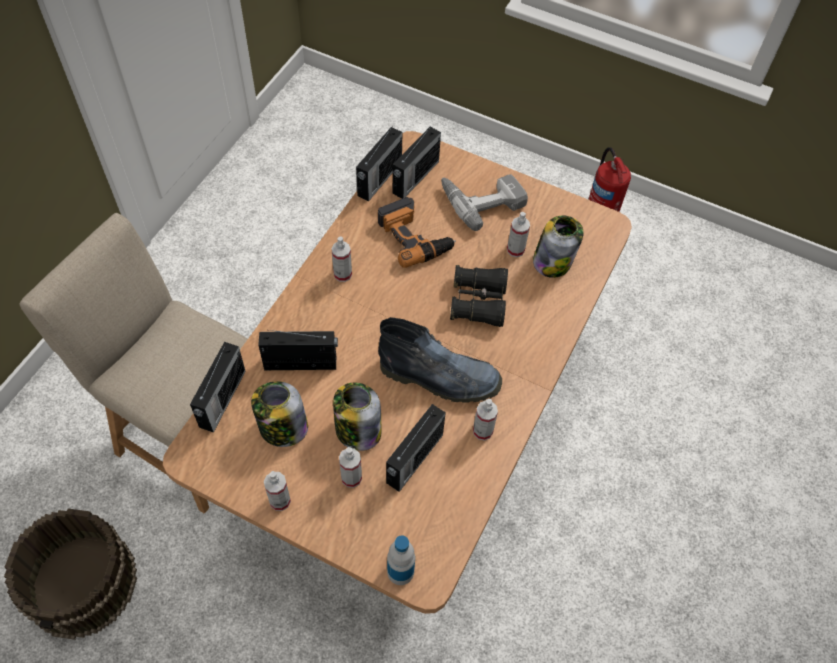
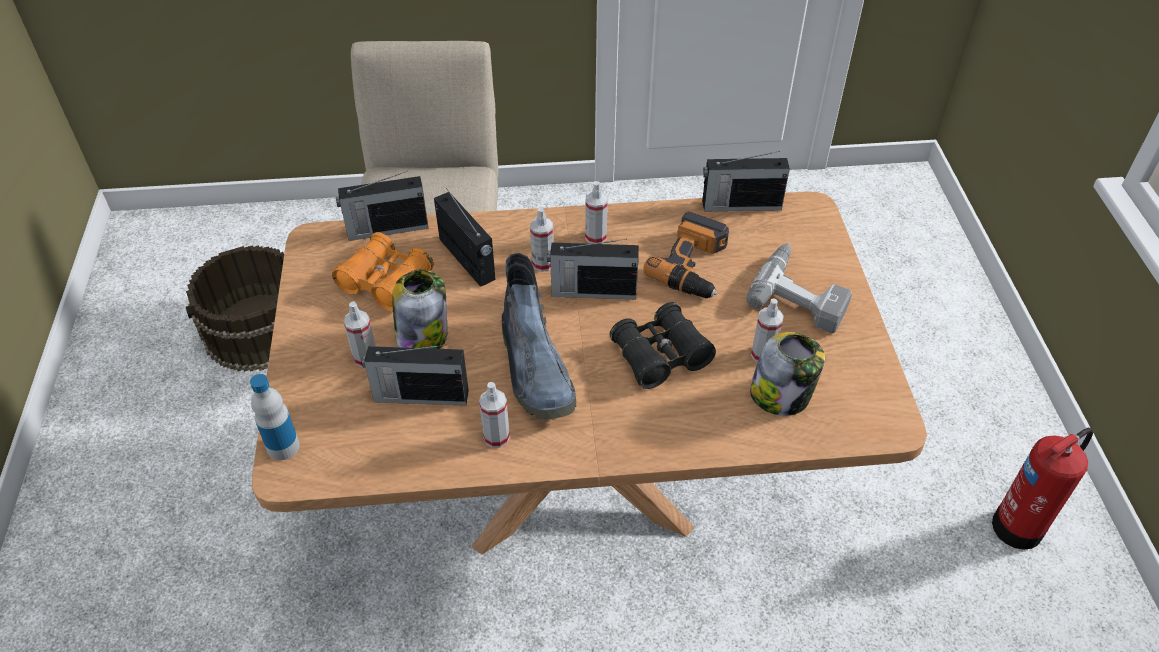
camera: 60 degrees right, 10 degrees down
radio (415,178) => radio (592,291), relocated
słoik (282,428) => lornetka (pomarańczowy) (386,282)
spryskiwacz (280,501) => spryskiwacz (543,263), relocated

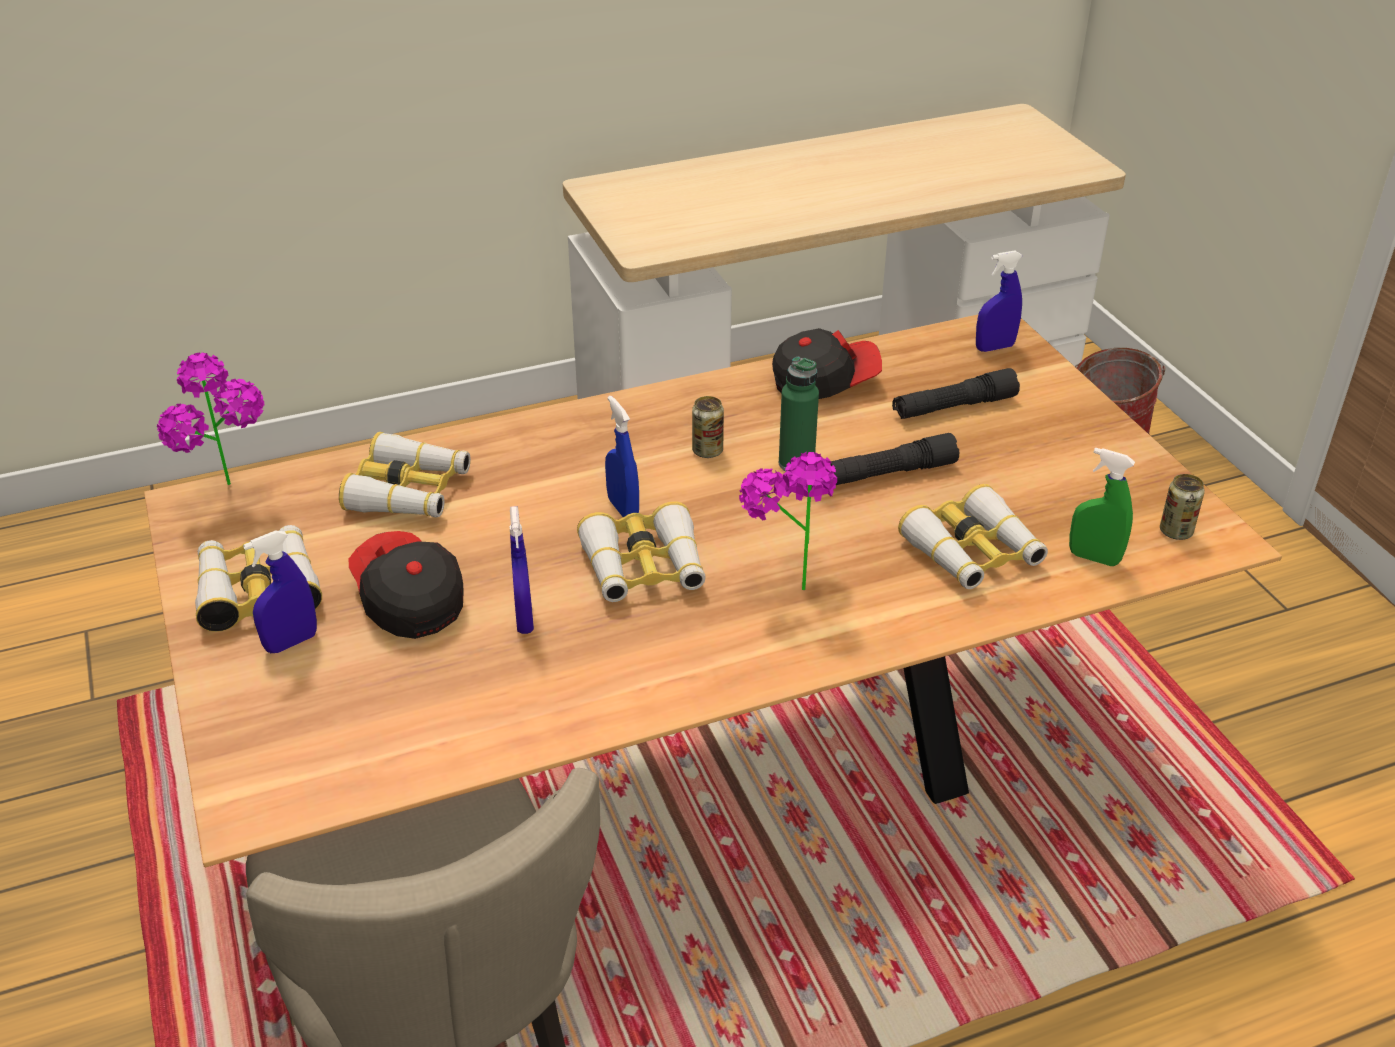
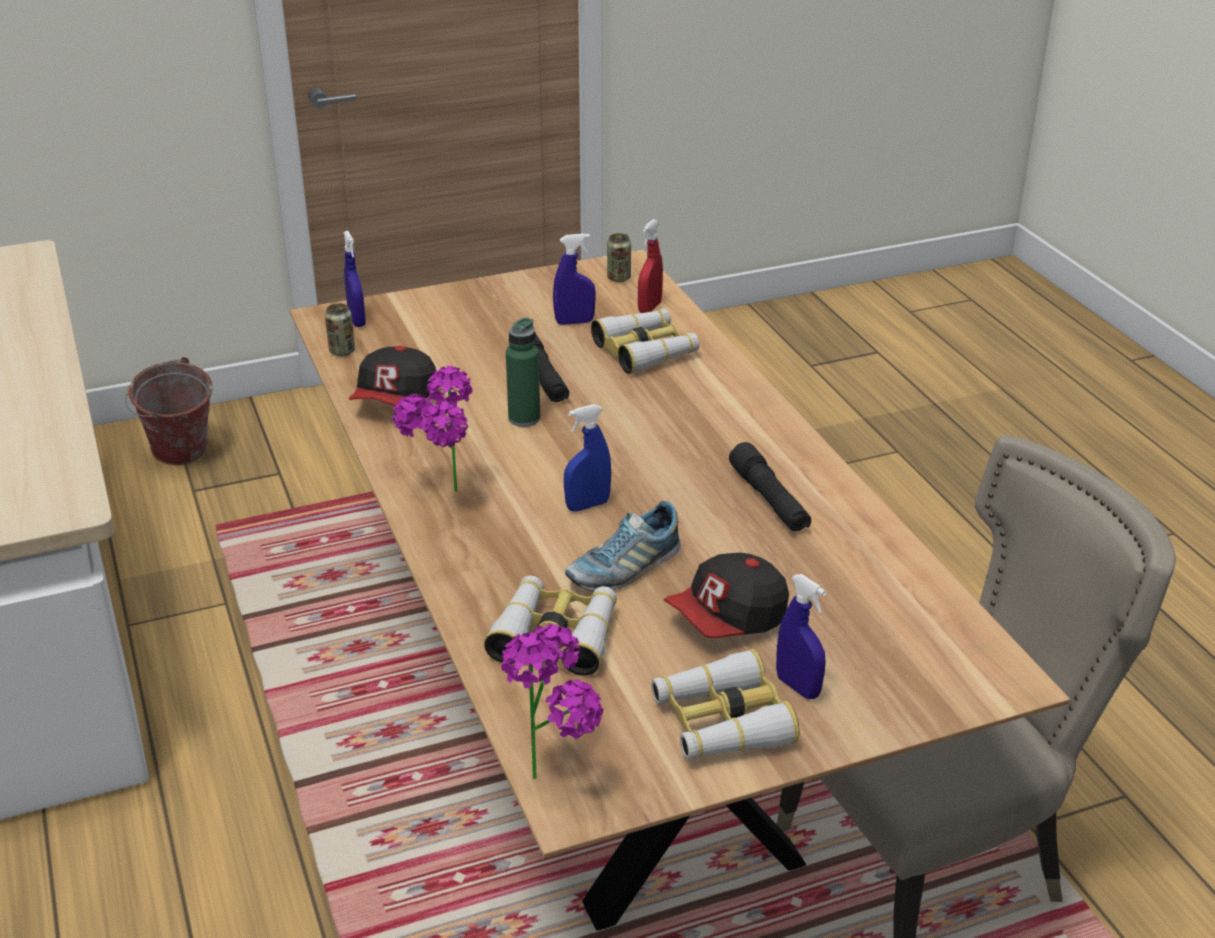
camera: 90 degrees left, 5 degrees down
czapka z daszkiem (824,382) => czapka z daszkiem (396,401), 150 degrees counterclockwise
latarka (czarny) (954,407) => latarka (czarny) (769,500), relocated
puszka (707,451) => puszka (342,351), relocated
spryskiwacz (zielony) (1094,558) => spryskiwacz (czerwony) (649,308)
roślina doniczkowa (787,580) => roślina doniczkowa (443,499), relocated
lornetka (644,568) => nothing
spryskiwacz (niebieski) (524,619) => spryskiwacz (niebieski) (574,322), relocated
nothing => but (624,568)

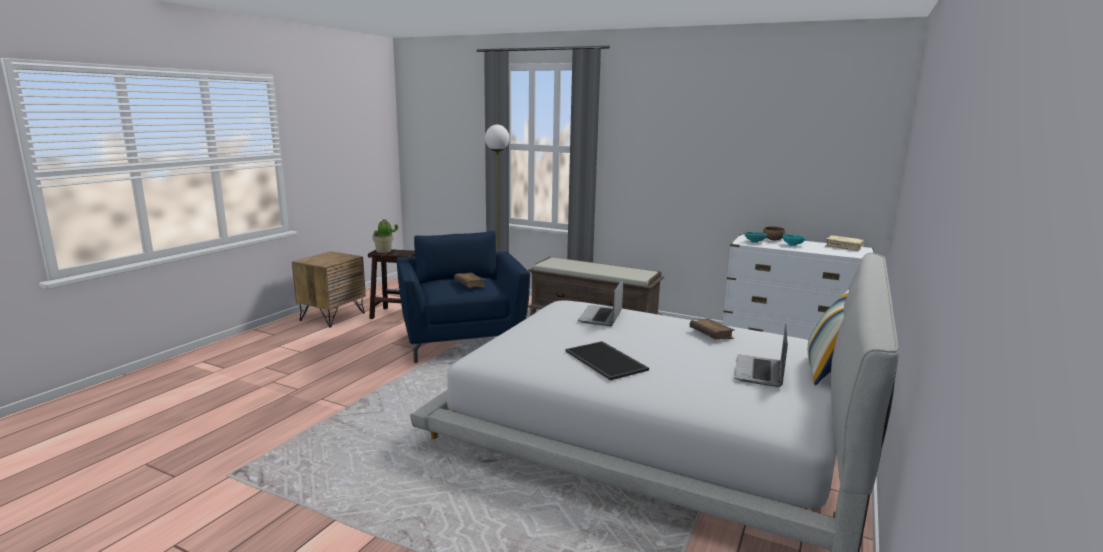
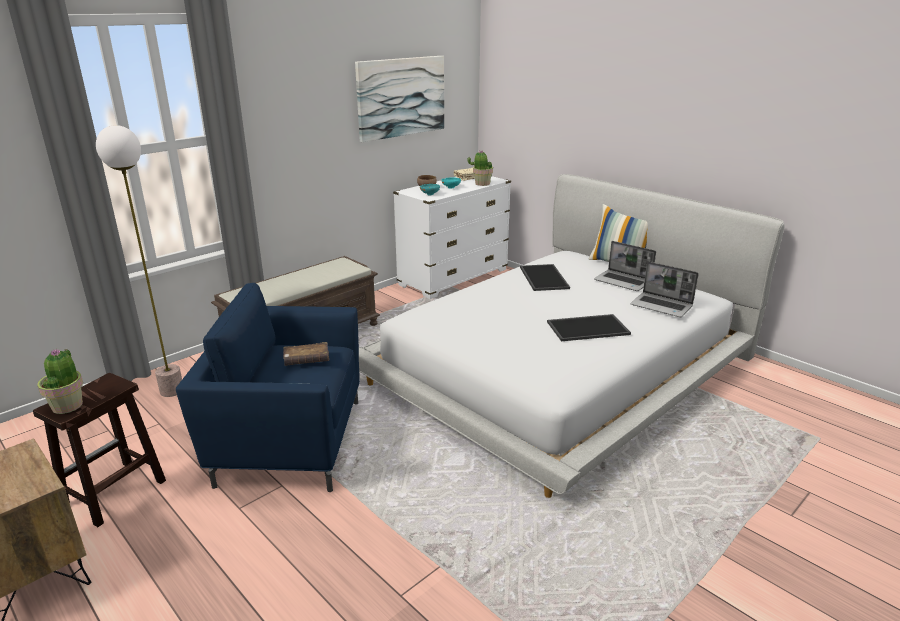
camera: 70 degrees left, 10 degrees up
laptop (601,317) => laptop (662,306), relocated
książka (brązowy) (711,334) => taca (542,277)
nothing => obraz (401,97)
nothing => roślina doniczkowa (482,184)

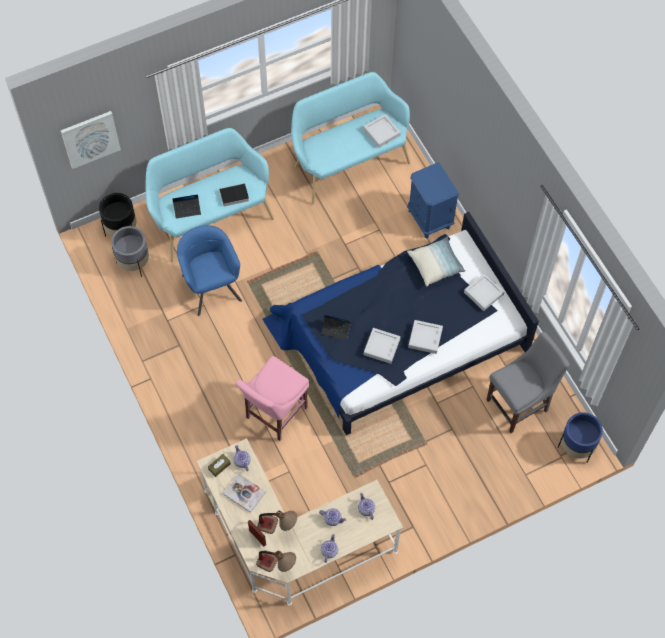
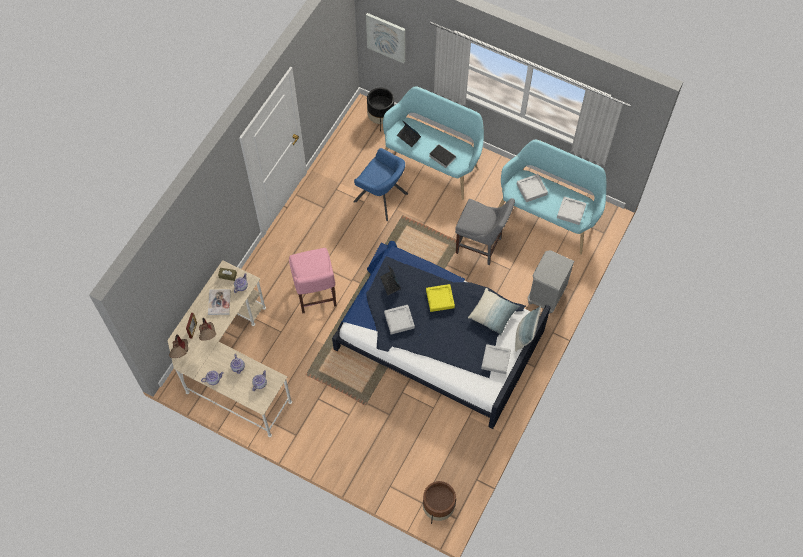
camera: 55 degrees right, 0 degrees up
szafka nocna (niebieski) (429,219) => szafka nocna (szary) (546,296)
fotel (niebieski) (212,287) => fotel (niebieski) (381,198), 90 degrees clockwise
donica (szary) (134,263) => nothing
taca (szary) (425,338) => taca (szary) (531,189), relocated
krzesło (szary) (520,404) => krzesło (szary) (481,246), relocated
krzesło (różowy) (274,414) => krzesło (różowy) (315,296), 105 degrees counterclockwise
donica (niebieski) (576,447) => donica (brązowy) (438,509)
nothing => taca (żółty) (440,299)
nothing => poduszka (524,336)

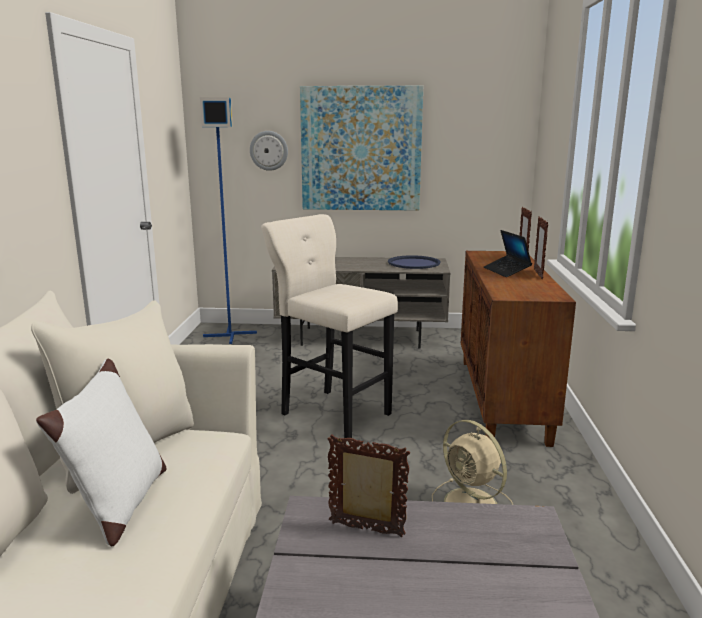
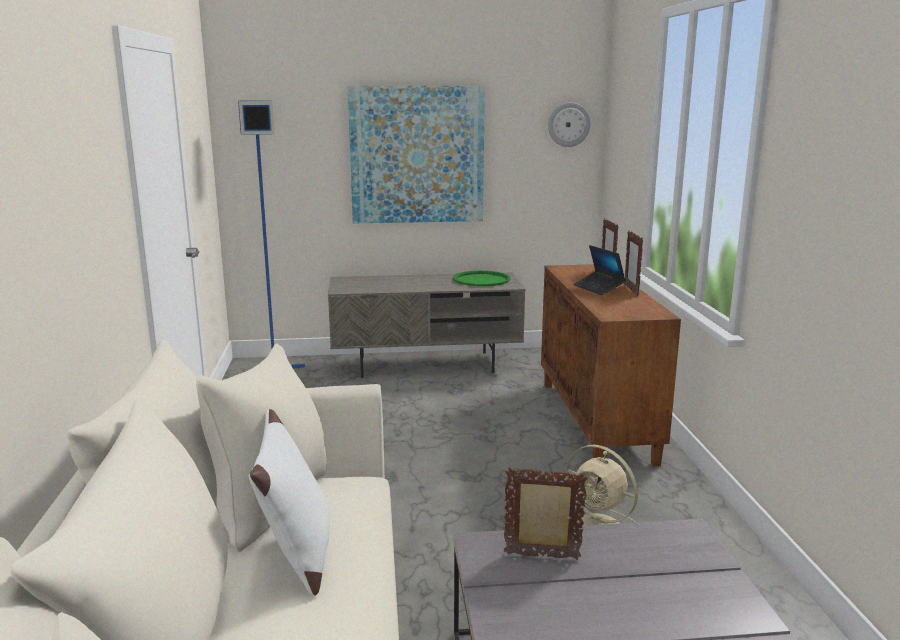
camera: 10 degrees left, 0 degrees up
zegar ścienny (269,150) => zegar ścienny (568,124), relocated
stołek (beżowy) (332,412) => nothing
taca (niebieski) (413,263) => taca (zielony) (481,279)

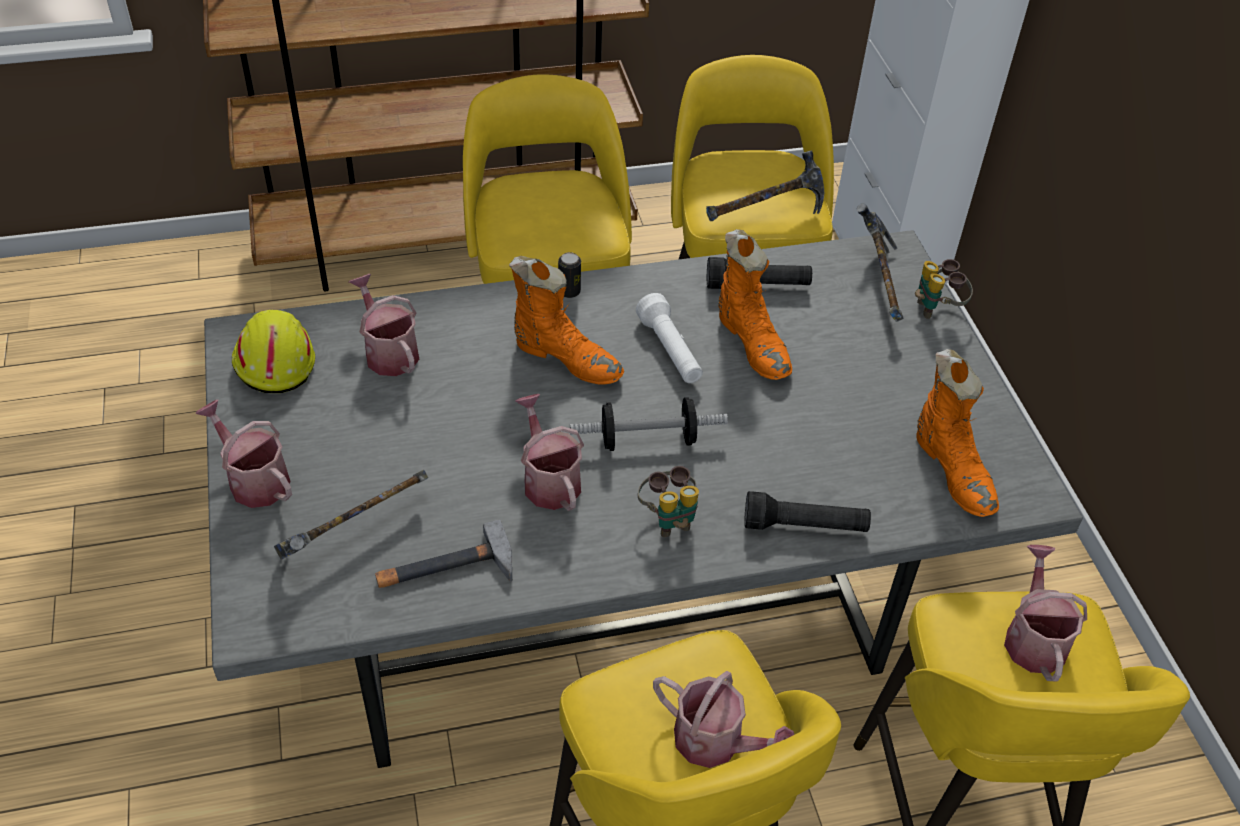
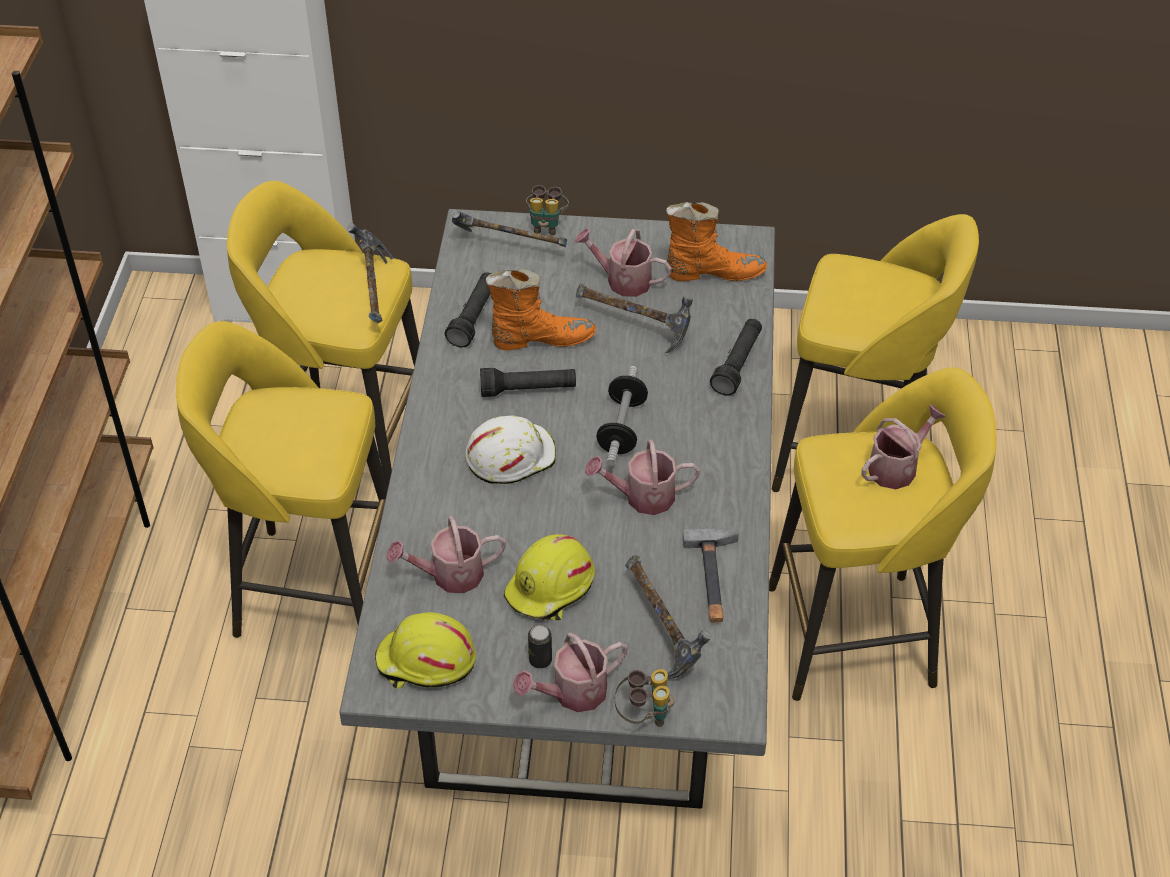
camera: 70 degrees left, 0 degrees up
puszka (569,291) => puszka (540,660), relocated
but z cholewką (pomarańczowy) (566,359) => kask (biały) (510,456)
latarka (biały) (670,351) => latarka (czarny) (528,390)
lornetka (669,519) => lornetka (643,715), relocated
konewka (1033,637) => konewka (622,280), relocated
nothing => młotek (635,328)
nothing => kask (żółty) (551,588)

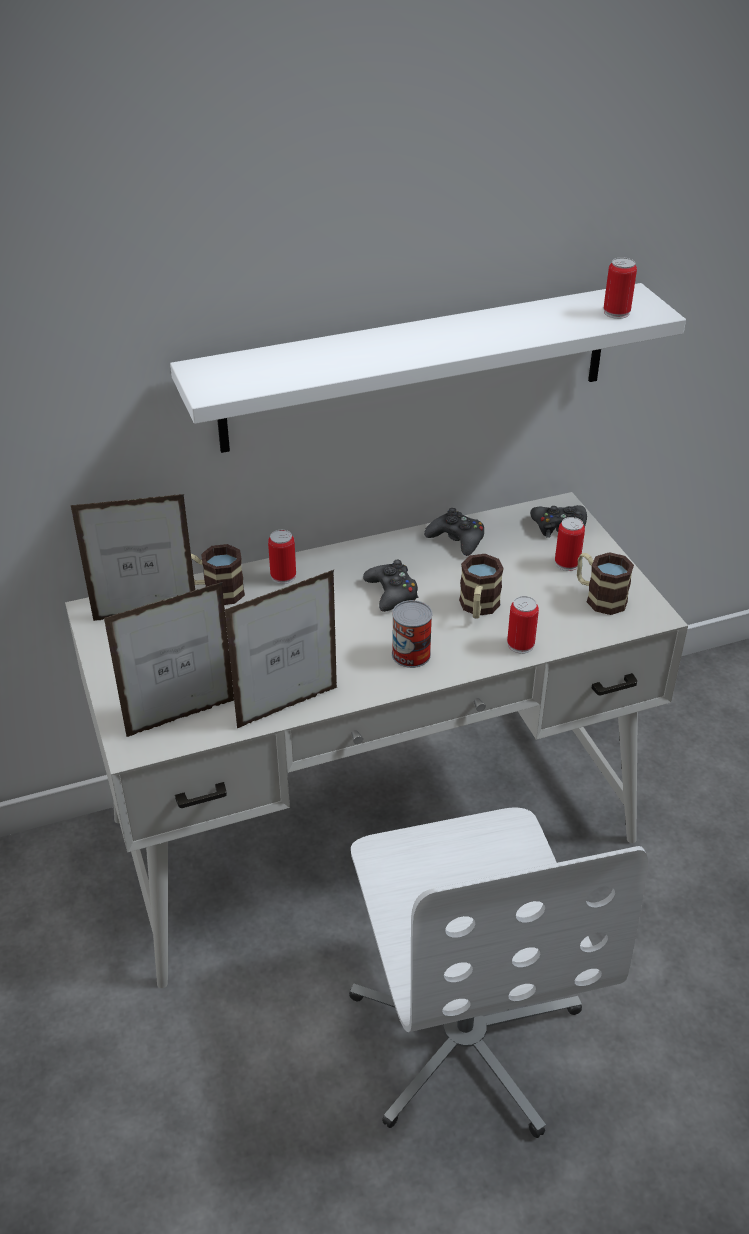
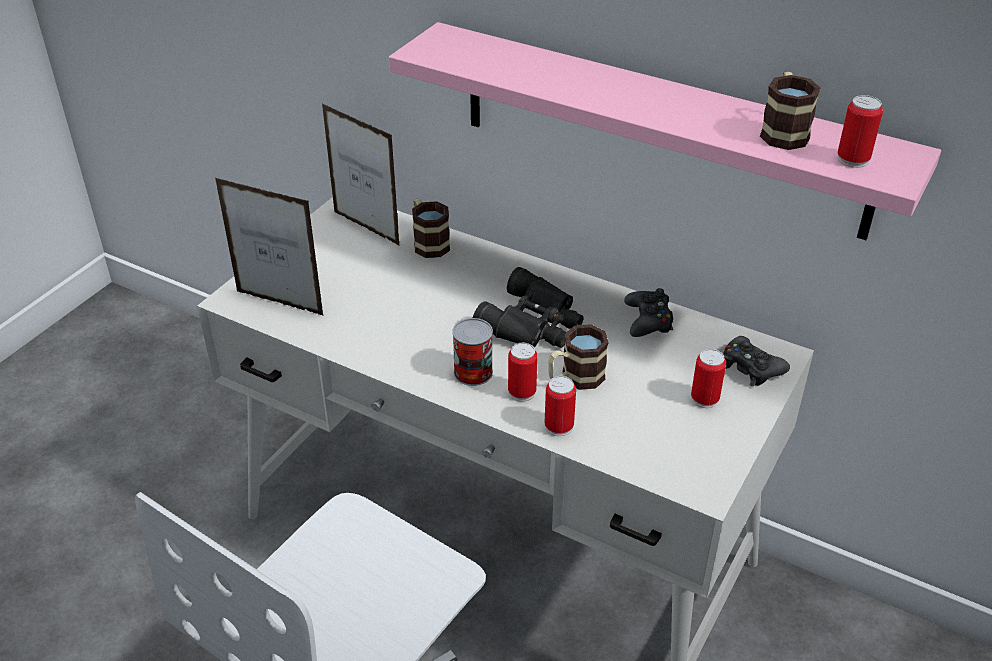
camera: 50 degrees right, 0 degrees up
półka (biały) (417,368) => półka (różowy) (660,129)
puszka (283,576) => puszka (522,392), relocated
kubek (599,597) => kubek (783,131), relocated
pad do gier (czarny) (392,593) => lornetka (czarny) (534,323)
ramka na zdjęcie (288,707) => nothing

